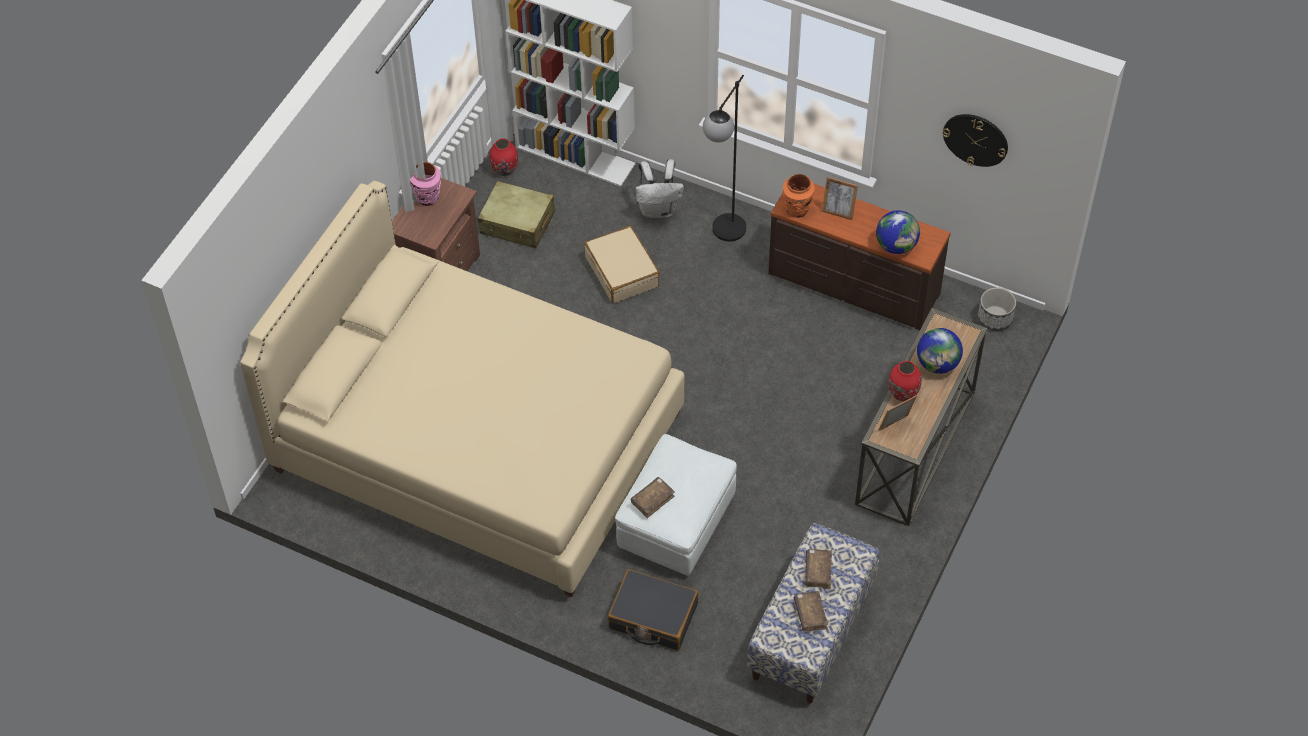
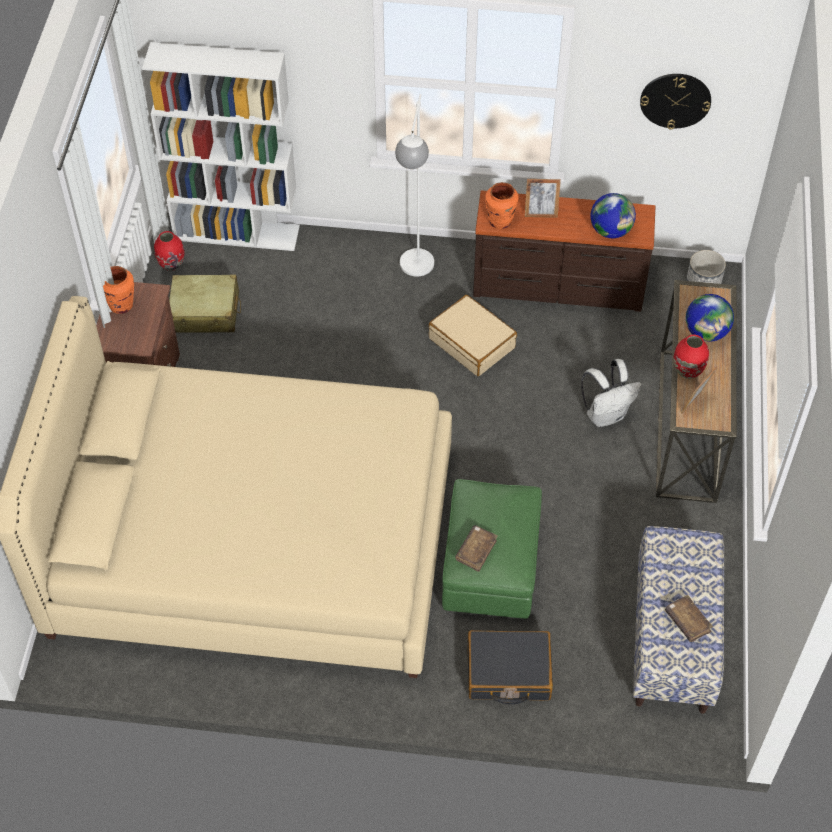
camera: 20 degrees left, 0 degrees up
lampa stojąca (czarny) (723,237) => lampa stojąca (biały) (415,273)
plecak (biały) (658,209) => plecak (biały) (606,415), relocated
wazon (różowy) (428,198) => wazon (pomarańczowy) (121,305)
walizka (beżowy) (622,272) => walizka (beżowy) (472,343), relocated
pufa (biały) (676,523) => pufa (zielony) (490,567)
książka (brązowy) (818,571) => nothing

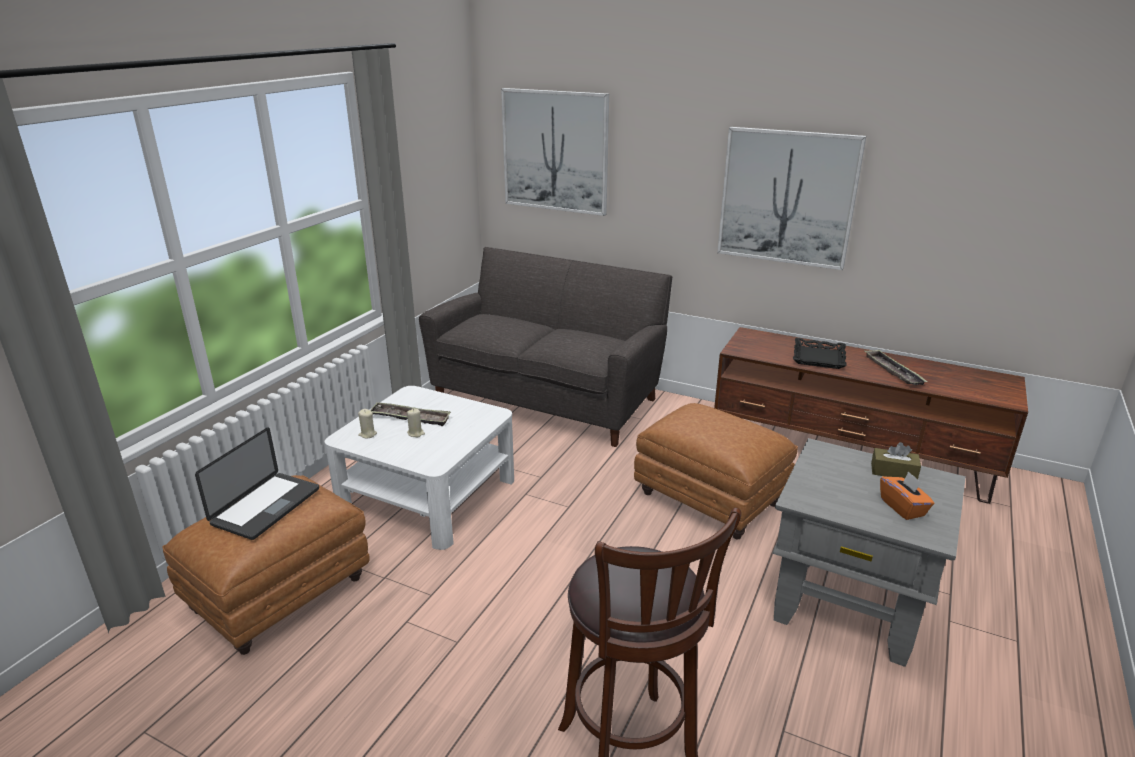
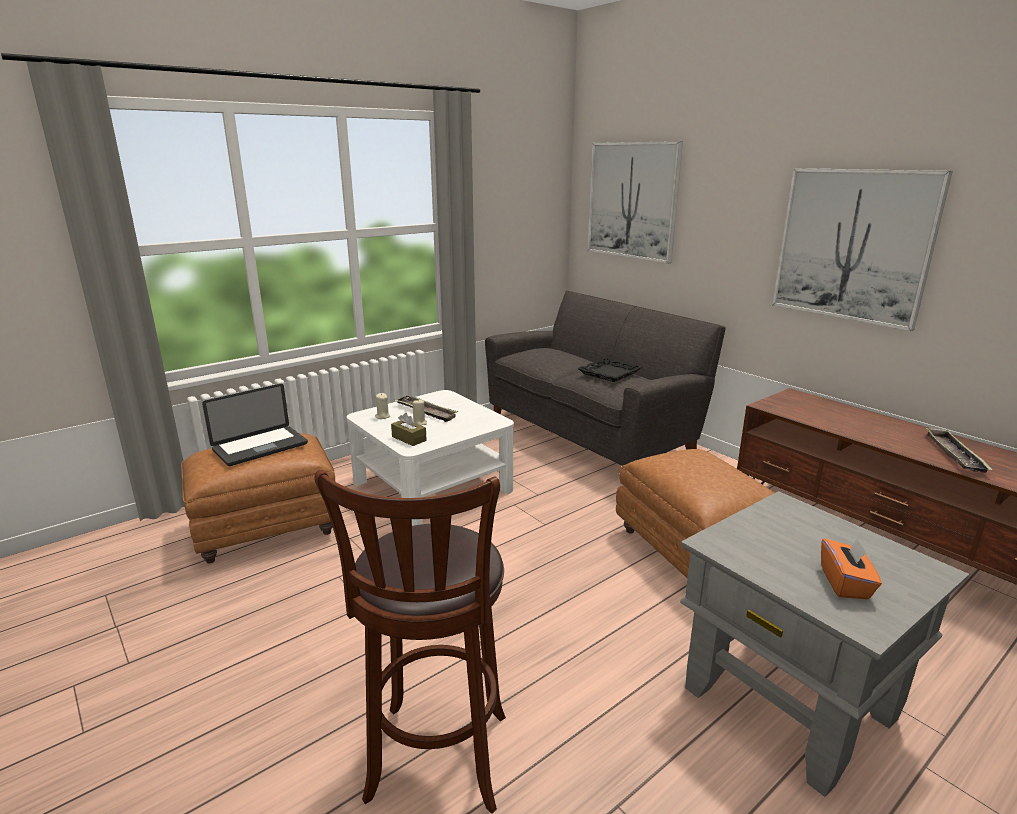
camera: 25 degrees right, 5 degrees down
taca (czarny) (819,358) => taca (czarny) (610,373), relocated
pudełko chusteczek (brązowy) (893,472) => pudełko chusteczek (brązowy) (409,438), relocated

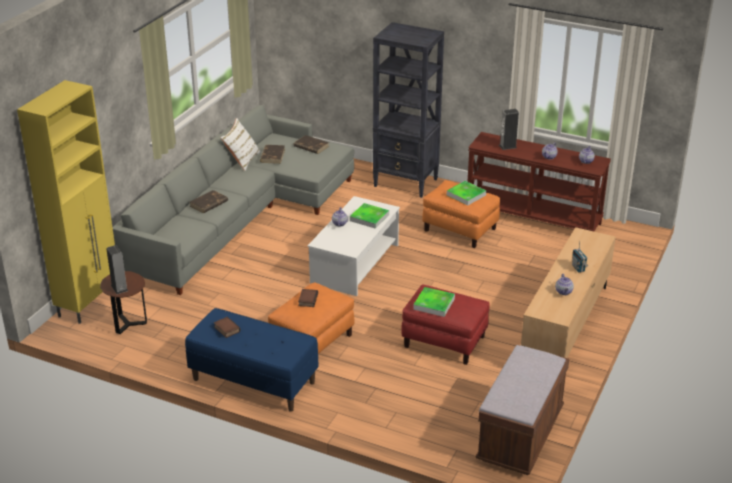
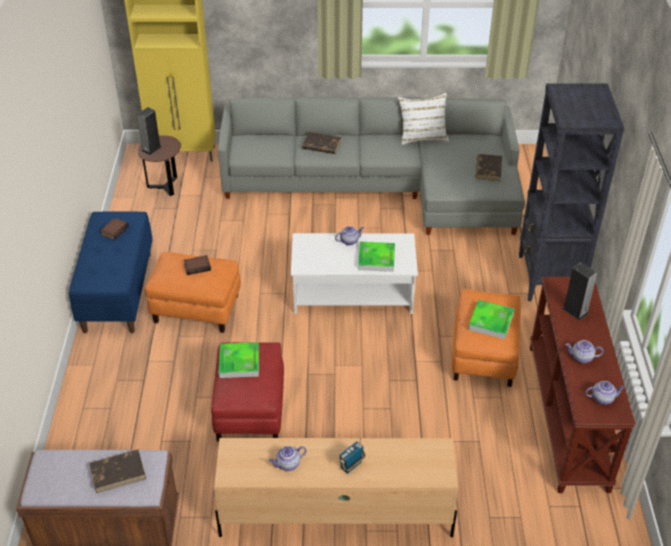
camera: 65 degrees right, 10 degrees up
książka (brązowy) (272,155) => książka (brązowy) (118,472), relocated

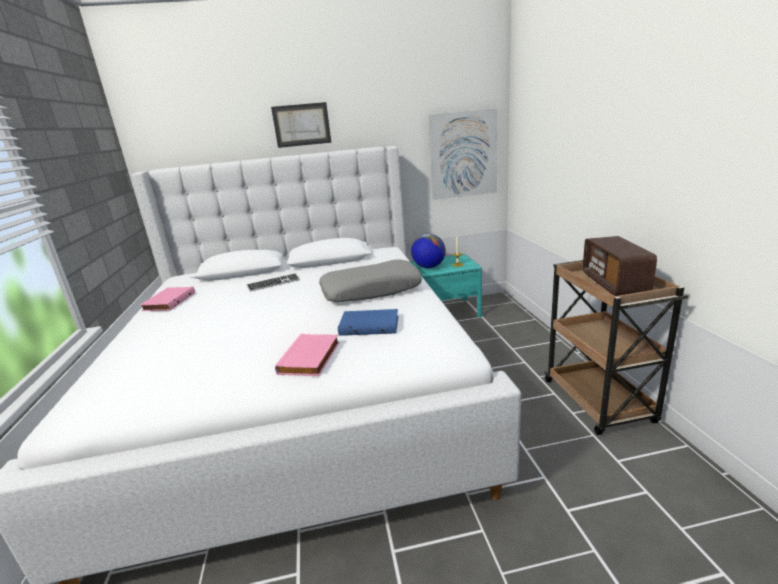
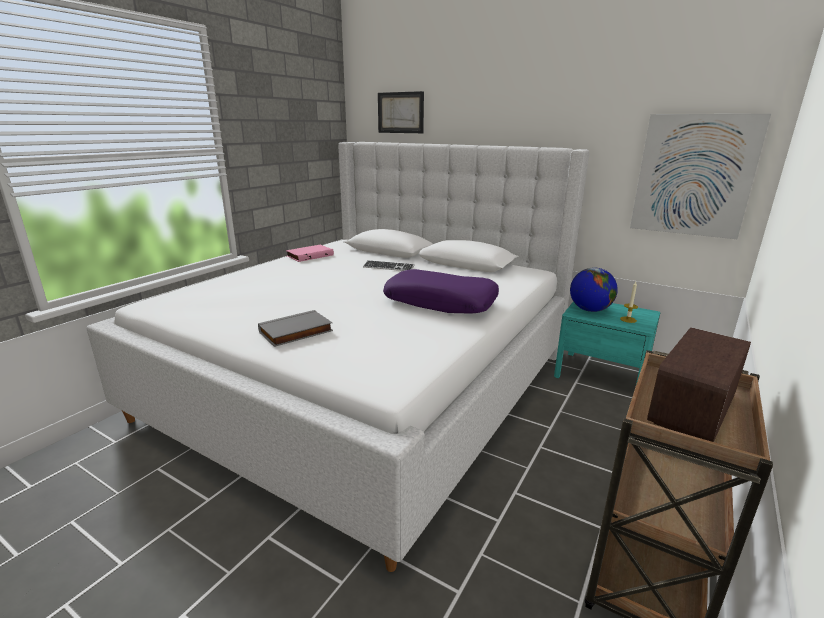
camera: 40 degrees right, 0 degrees up
obraz (301,125) => obraz (400,112), relocated
poduszka (szary) (371,291) => poduszka (fioletowy) (441,302)
książka (niebieski) (370,325) => nothing
książka (różowy) (311,358) => książka (szary) (296,332)

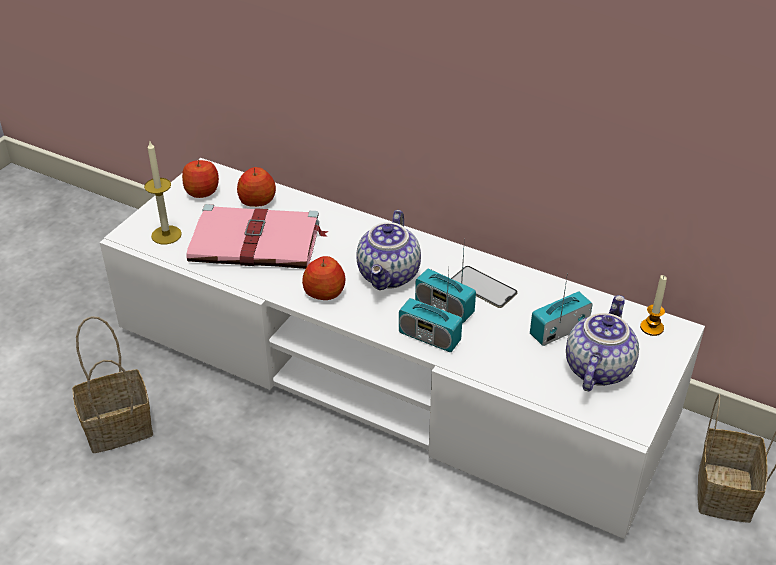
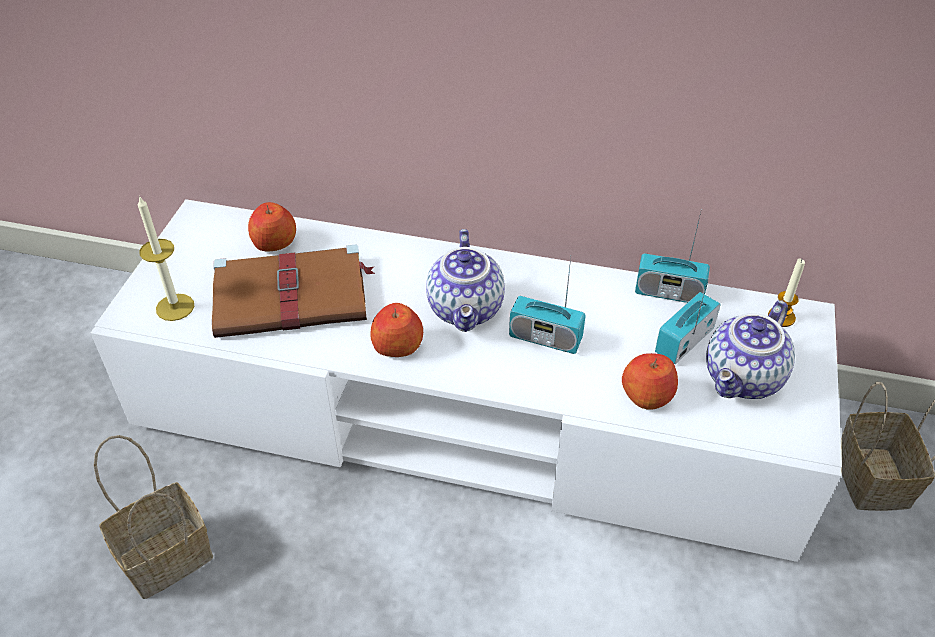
camera: 15 degrees left, 5 degrees up
jabłko (202,191) => jabłko (647,395), relocated
książka (różowy) (257,242) => książka (brązowy) (293,296)
telefon (483,287) => nothing
radio (429,337) => radio (669,292), relocated
imbryk (596,368) => imbryk (744,379), 150 degrees counterclockwise

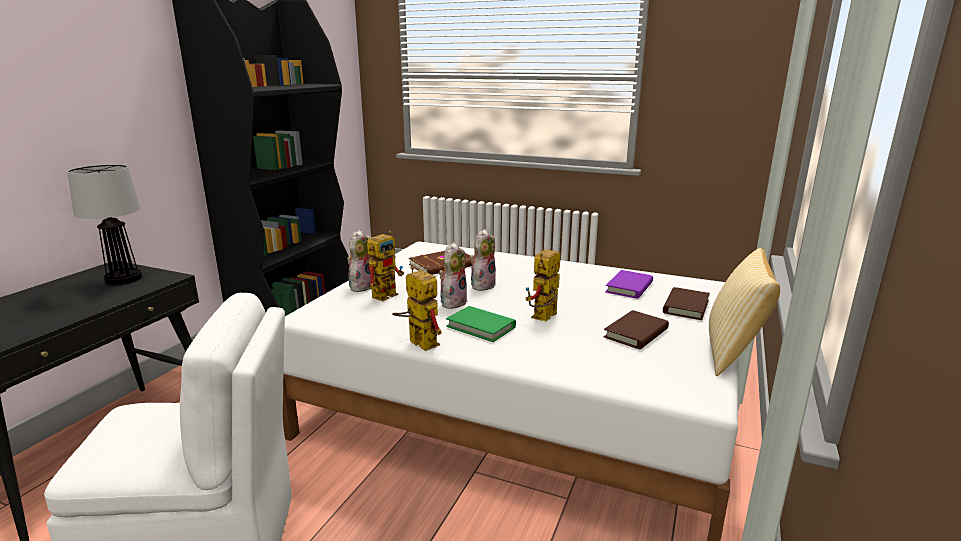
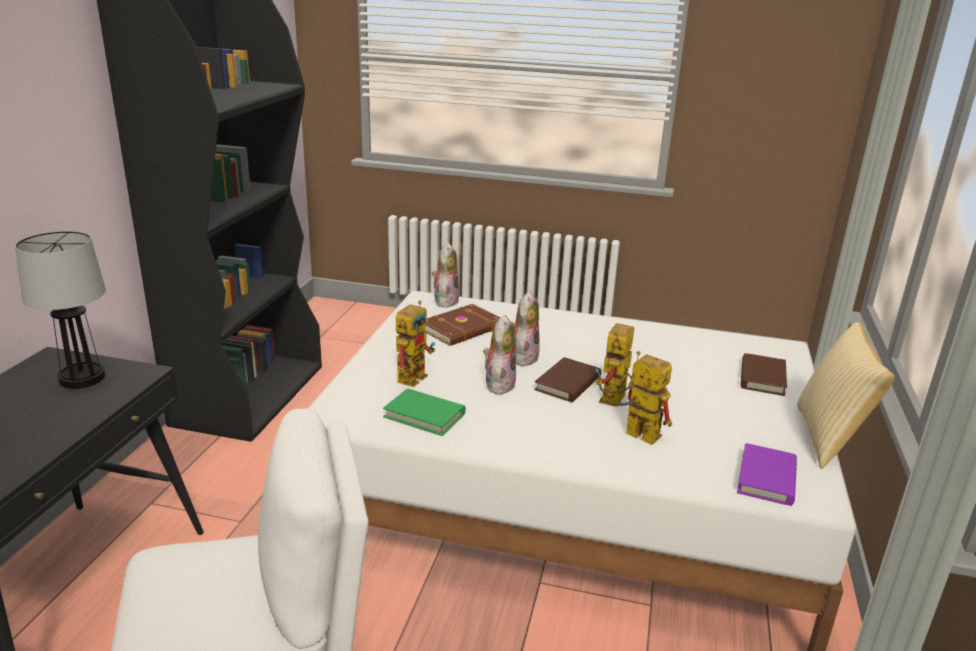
camera: 10 degrees left, 5 degrees up
pluszak (361,286) => pluszak (445,301), relocated
robot zabawkowy (417,342) => robot zabawkowy (634,433), relocated
książka (fioletowy) (629,287) => książka (fioletowy) (767,478), relocated
książka (zielony) (481,327) => książka (zielony) (424,415), relocated
książka (brązowy) (636,333) => książka (brązowy) (568,383), relocated

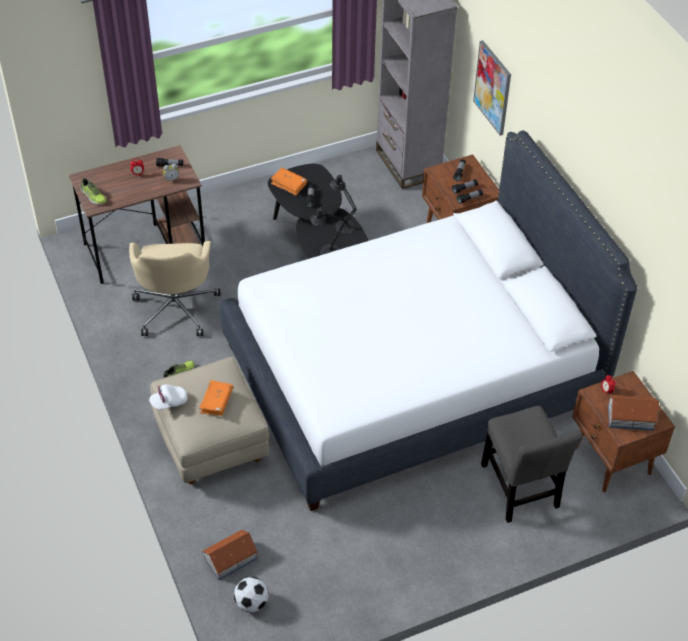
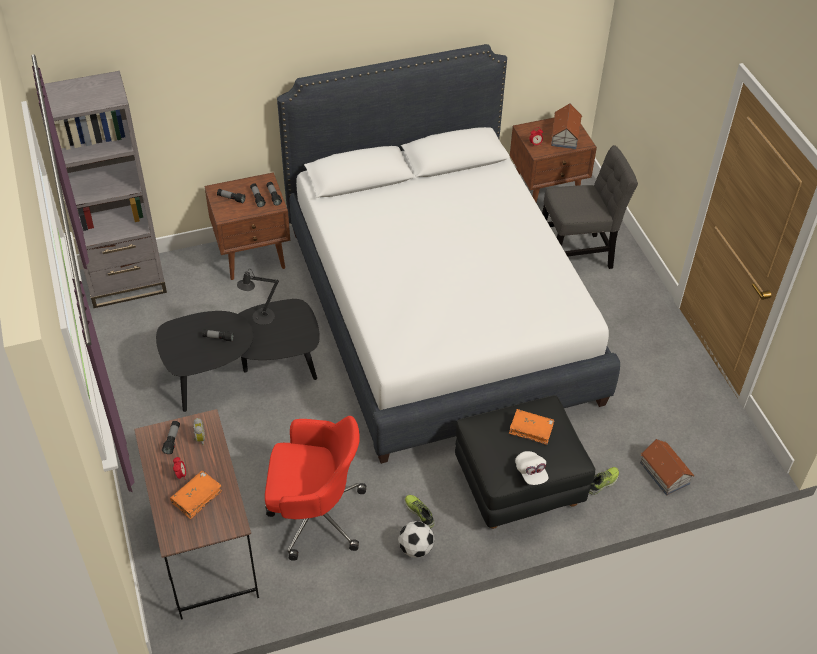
camera: 85 degrees left, 0 degrees up
obraz (493,87) => nothing
książka (pomarańczowy) (289,184) => książka (pomarańczowy) (196,497), relocated
but (93,196) => but (602,483), relocated
lampa stołowa (czarny) (327,252) => nothing
krzesło biurowe (beżowy) (176,307) => krzesło biurowe (czerwony) (314,514)
pufa (beżowy) (212,442) => pufa (czarny) (519,484)
piłka futbolowa (251,603) => piłka futbolowa (415,548), relocated

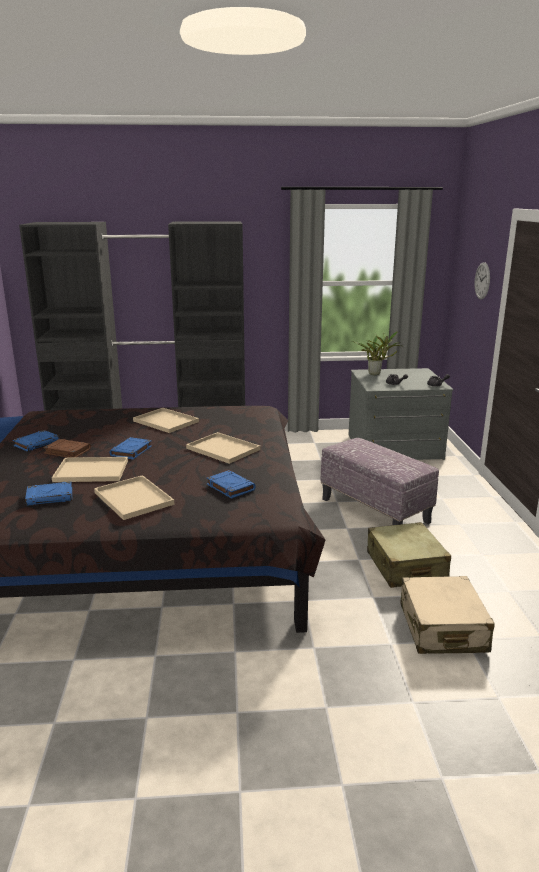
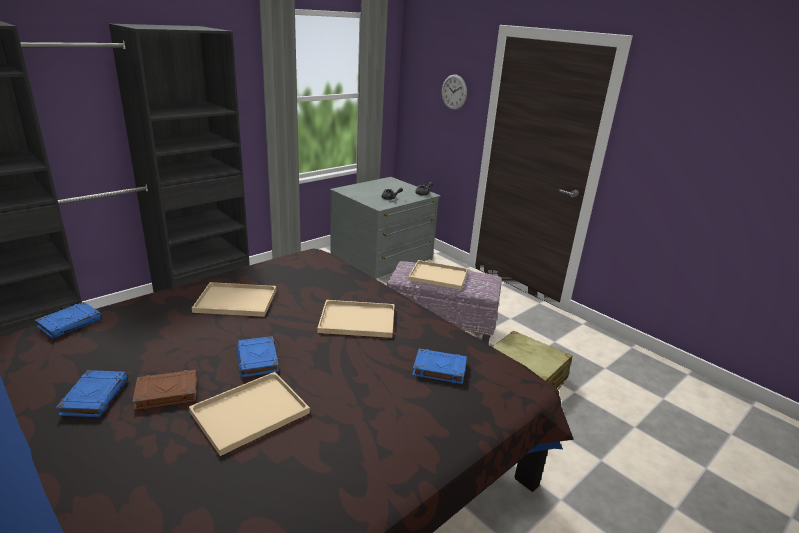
camera: 40 degrees left, 5 degrees up
roślina doniczkowa (376,374) => nothing
taca (beżowy) (135,499) => taca (beżowy) (439,275), relocated
książka (niebieski) (50,497) => książka (niebieski) (70,323), relocated
walizka (beżowy) (442,628) => nothing

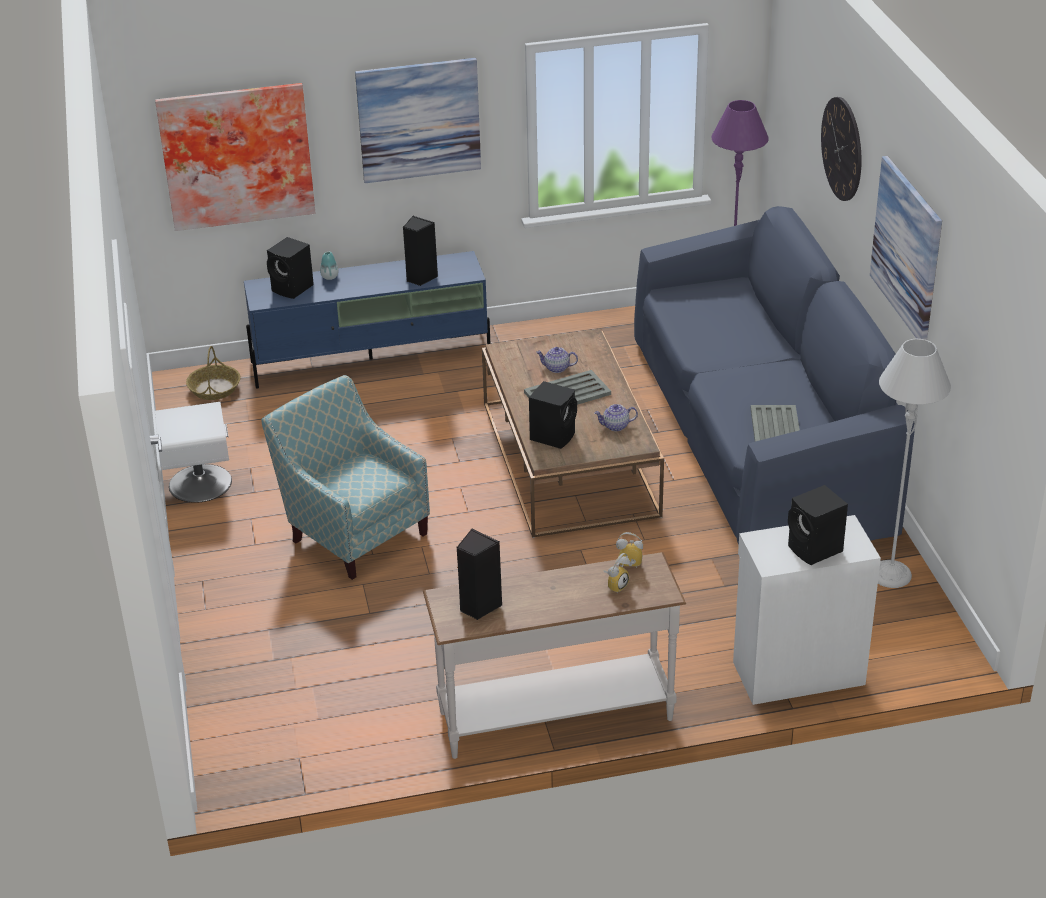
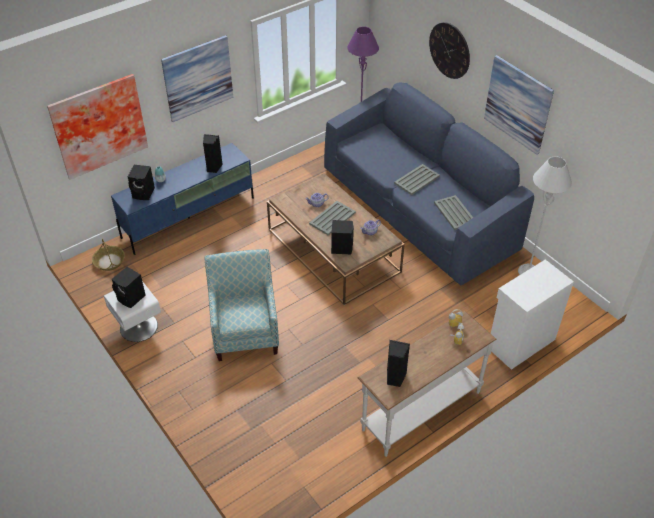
camera: 25 degrees left, 10 degrees up
fotel (352,531) => fotel (245,331), 60 degrees clockwise
głośnik (czarny) (815,550) => głośnik (czarny) (132,298), relocated
nothing => taca (szary) (417,180)

